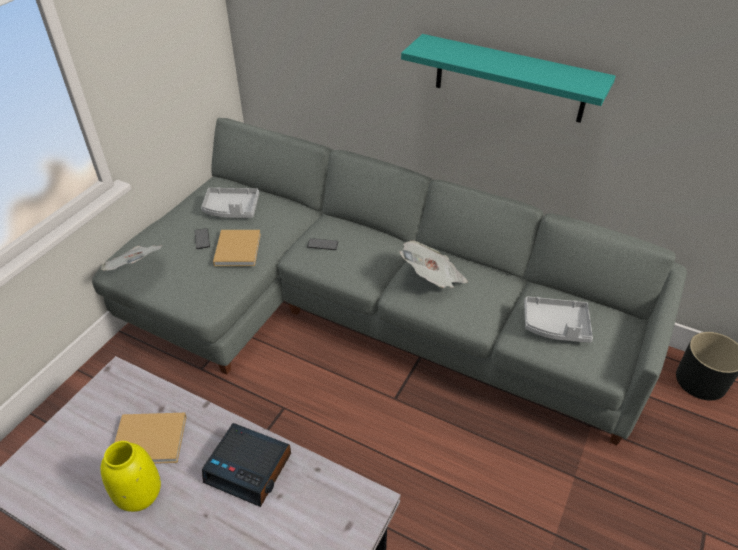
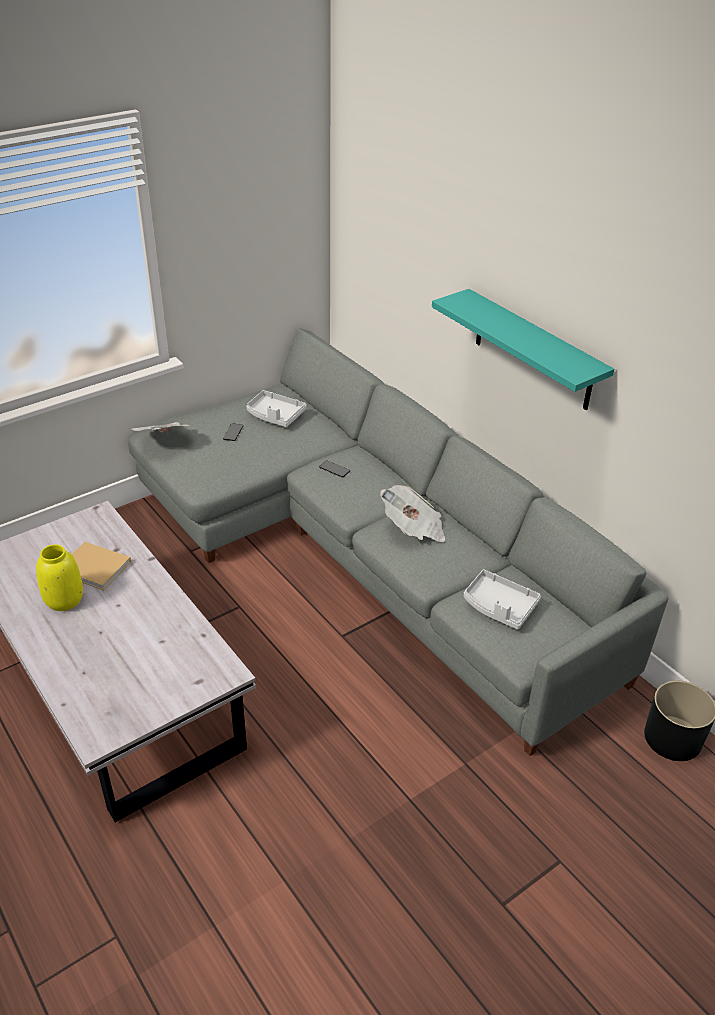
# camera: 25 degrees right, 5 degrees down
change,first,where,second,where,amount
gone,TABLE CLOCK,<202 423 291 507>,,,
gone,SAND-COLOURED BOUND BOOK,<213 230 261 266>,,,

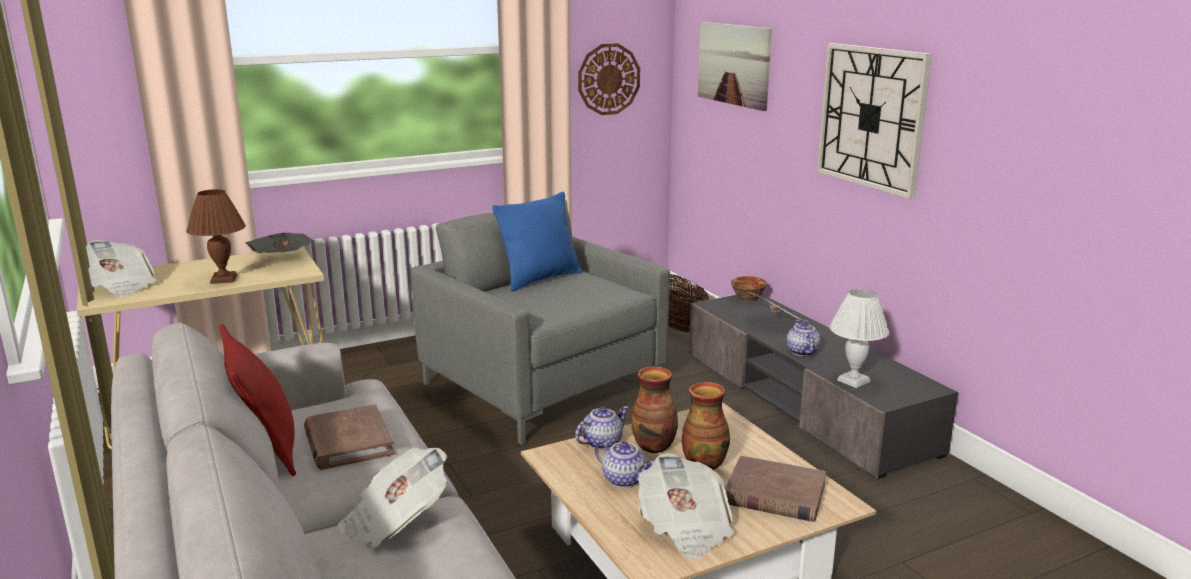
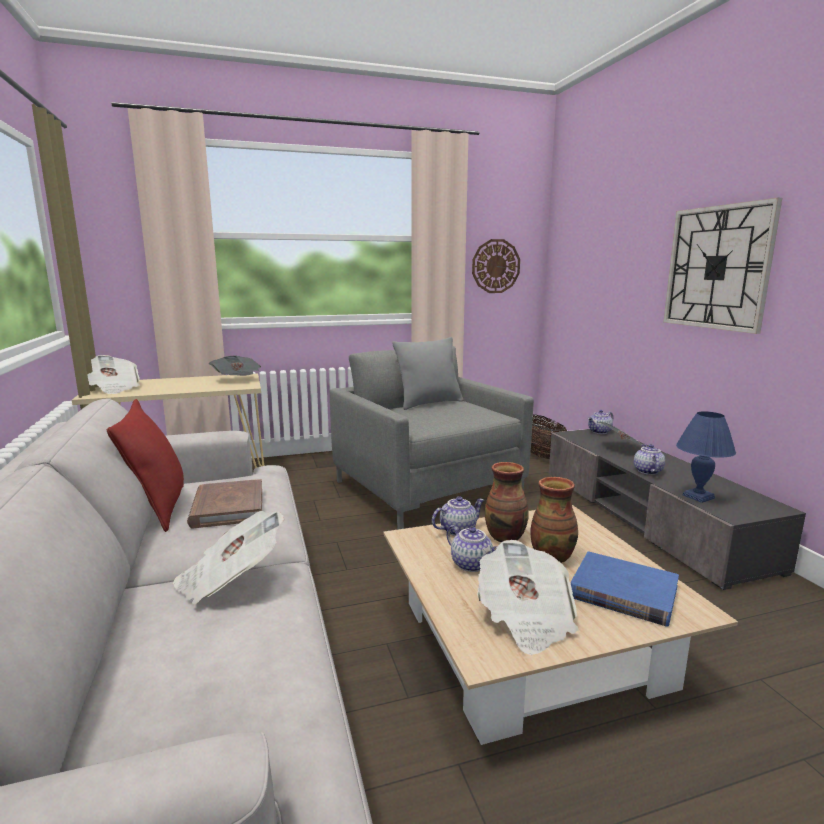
# camera: 10 degrees right, 5 degrees down
change,first,where,second,where,amount
repainted,BLUE CUSHION,<492 192 582 292>,GREYISH CUSHION,<393 337 463 410>,
repainted,BROWN-COLOURED BOUND BOOK,<725 456 826 522>,BLUE BOUND BOOK,<571 551 679 627>,
swapped,SERVING BOWL,<731 276 767 302>,TEA POT,<588 410 614 434>,
repainted,WHITE-COLOURED LAMP FOR A TABLE,<829 289 890 388>,BLUE LAMP FOR A TABLE,<676 411 736 503>,
gone,BROWN-COLOURED LAMP FOR A TABLE,<186 189 246 284>,,,
gone,WALL PICTURE,<698 22 772 111>,,,

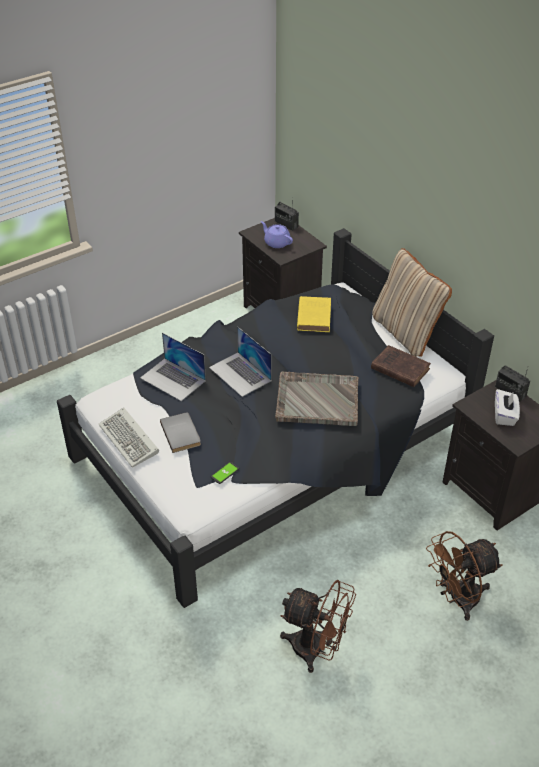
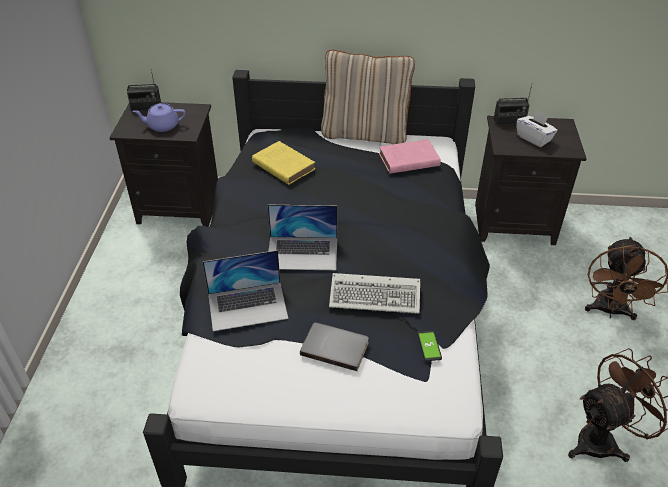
# camera: 50 degrees left, 0 degrees up
change,first,where,second,where,amount
shifted,PC KEYBOARD,<98 408 159 468>,,<329 273 420 314>,
repainted,BROWN-COLOURED BOUND BOOK,<371 345 431 387>,PINK-COLOURED BOUND BOOK,<379 139 441 174>,
gone,GREYISH SERVING TRAY,<275 371 359 426>,,,

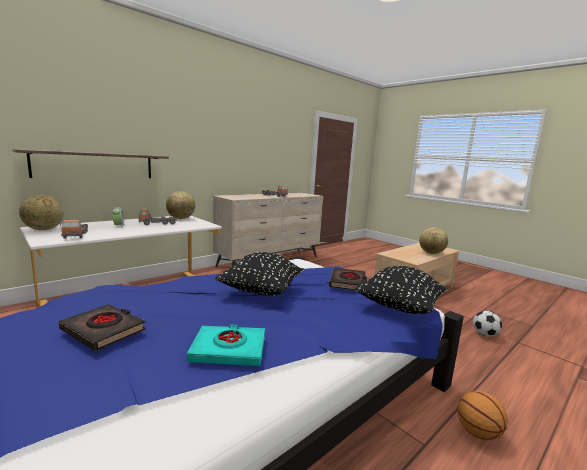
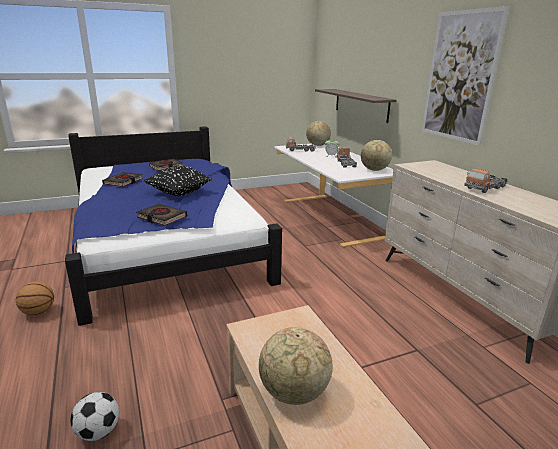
# camera: 110 degrees right, 10 degrees up
change,first,where,second,where,amount
repainted,TURQUOISE BOUND BOOK,<187 324 265 366>,BLACK-COLOURED BOUND BOOK,<102 172 143 187>,
new,,,WALL PICTURE,<422 6 510 146>,
gone,BLACK-COLOURED CUSHION,<355 266 448 314>,,,

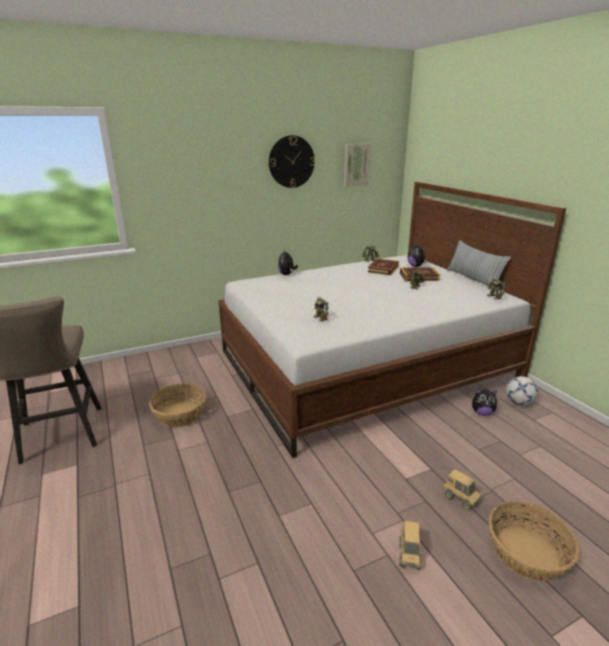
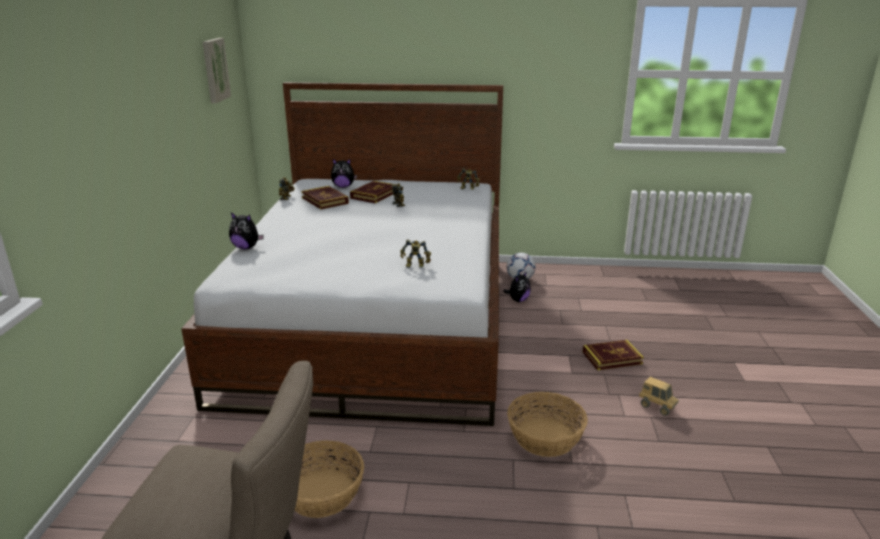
# camera: 60 degrees left, 0 degrees up
change,first,where,second,where,amount
shifted,STORAGE BASKET,<489 501 580 581>,,<507 392 588 457>,
swapped,MODEL TRUCK,<443 469 481 510>,BOUND BOOK,<583 340 644 370>,
gone,HANGING CLOCK,<269 135 315 188>,,,
gone,CUSHION,<447 240 511 291>,,,

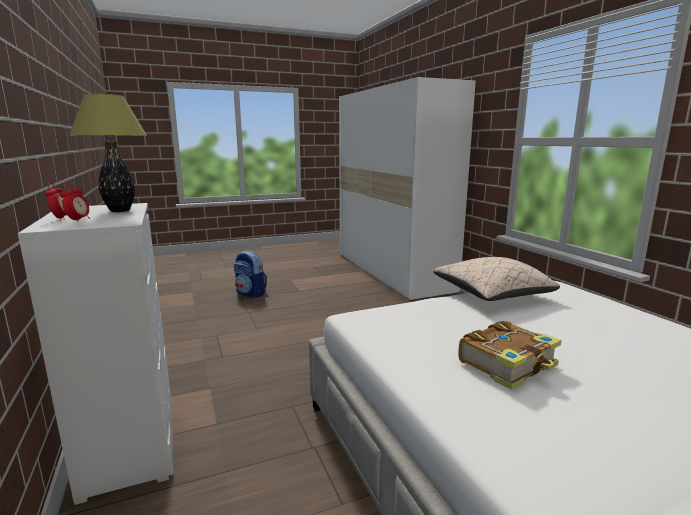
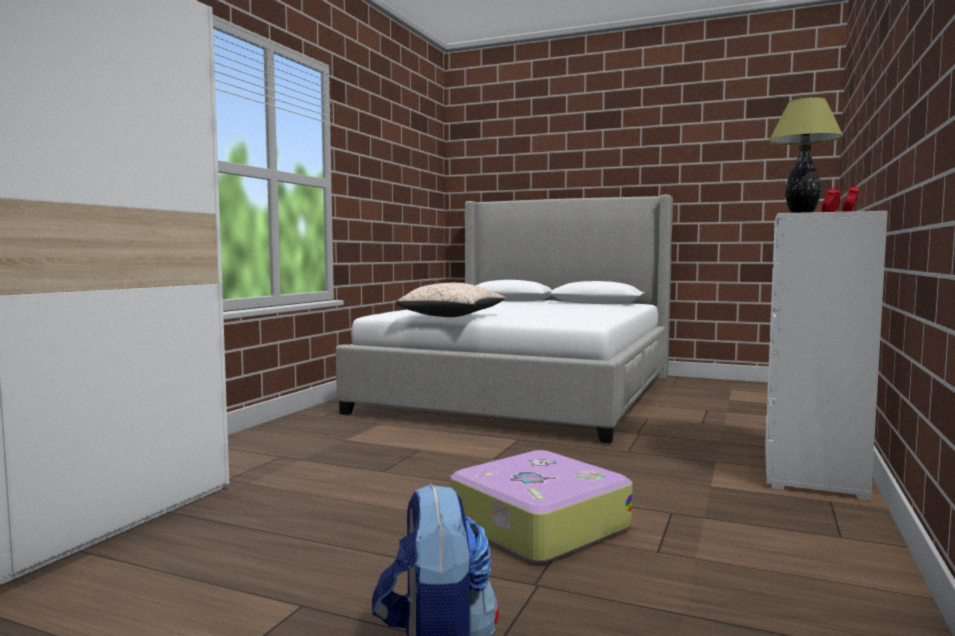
# camera: 135 degrees left, 10 degrees down
change,first,where,second,where,amount
new,,,PIECE OF LUGGAGE,<450 450 633 563>,
gone,BOUND BOOK,<458 321 562 390>,,,

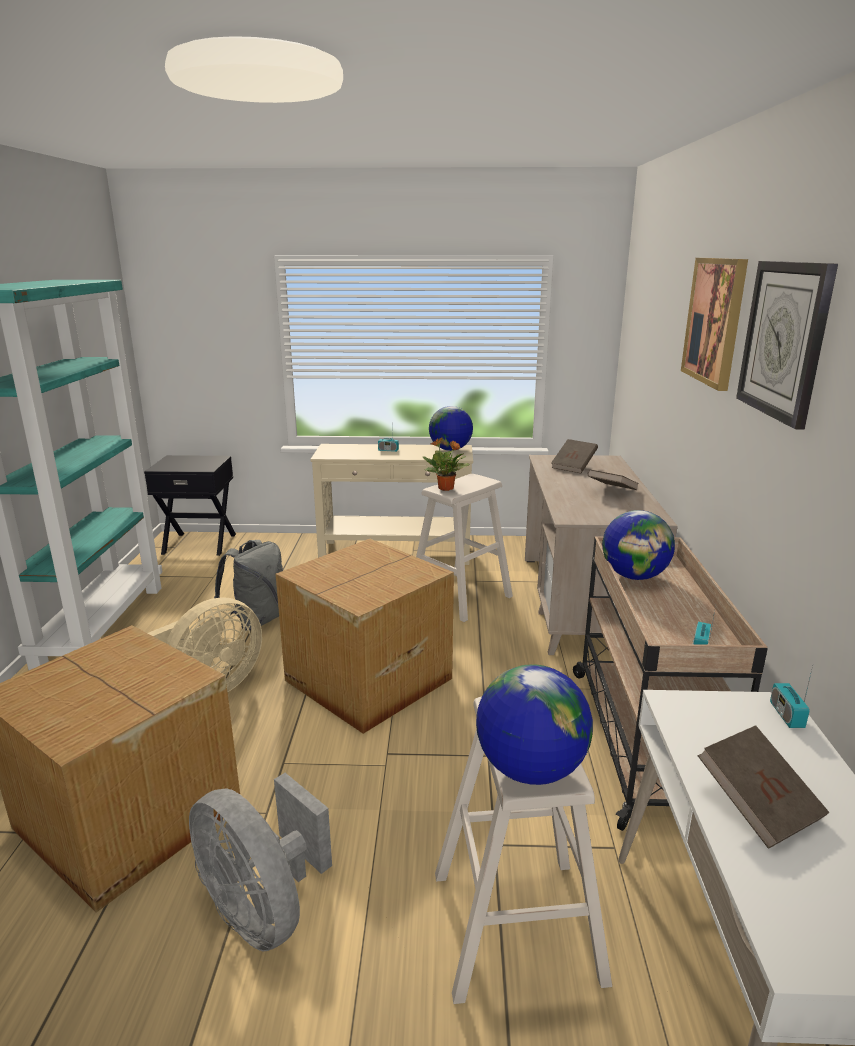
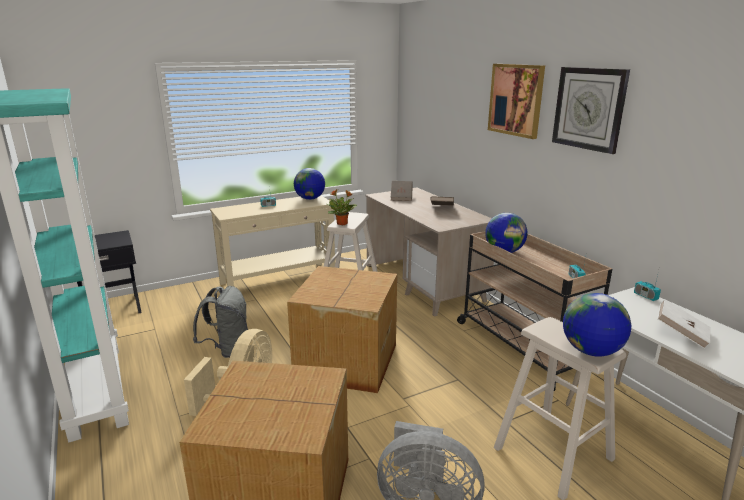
# camera: 30 degrees left, 0 degrees up
change,first,where,second,where,amount
repainted,BROWN-COLOURED BOUND BOOK,<698 725 829 849>,WHITE-COLOURED BOUND BOOK,<657 299 710 349>,

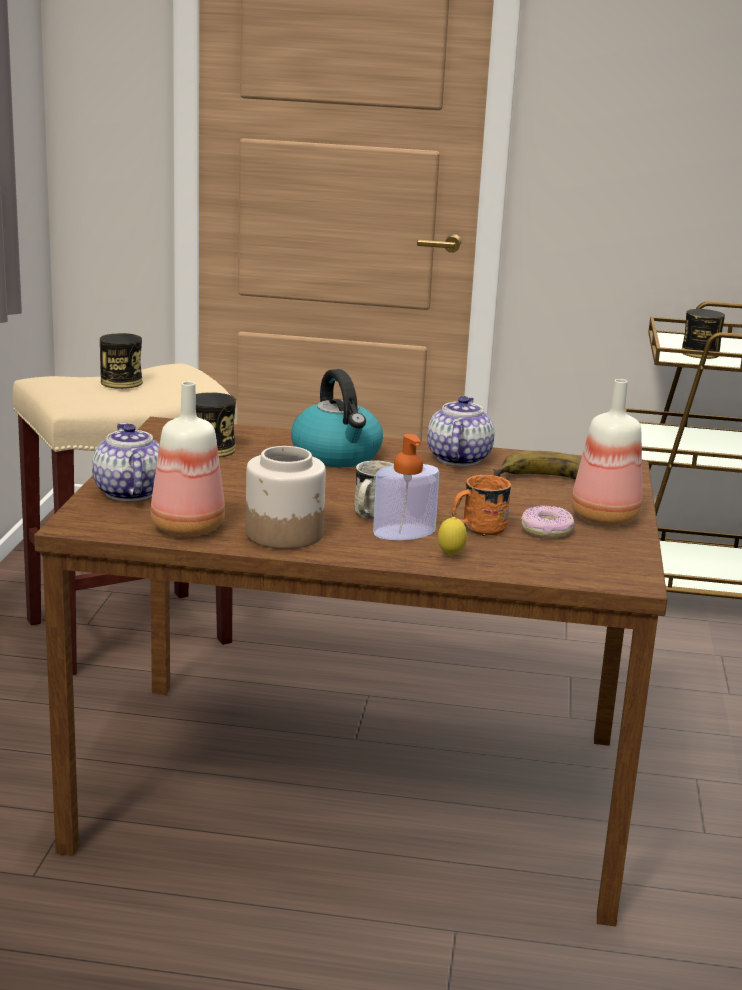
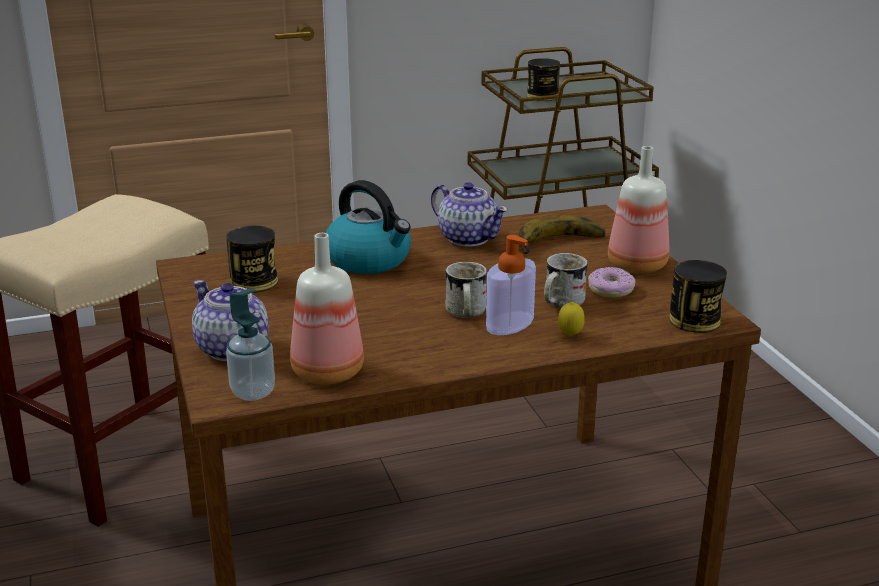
# camera: 25 degrees left, 5 degrees up
change,first,where,second,where,amount
new,,,LIQUID SOAP BOTTLE,<226 289 275 401>,
rotated,TEA POT,<427 396 494 466>,,<431 182 508 247>,150 degrees clockwise
repainted,ORANGEY MUG,<452 475 511 536>,WHITE-COLOURED MUG,<544 253 588 308>,
shifted,METAL CAN,<100 333 143 389>,,<669 260 727 333>,
gone,STORAGE JAR,<246 446 326 549>,,,

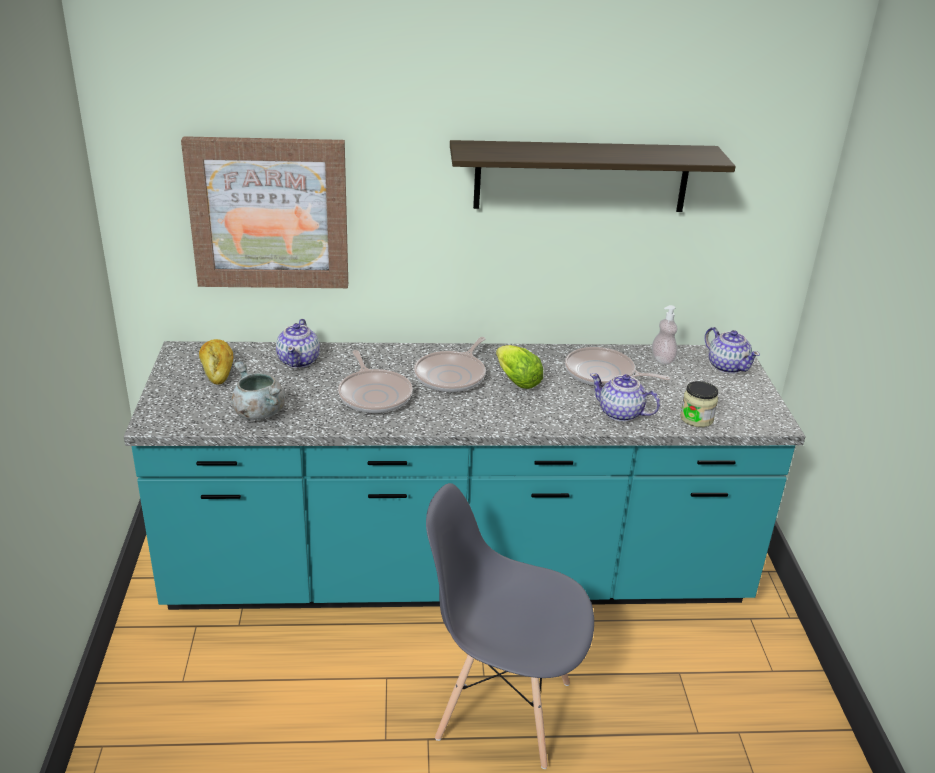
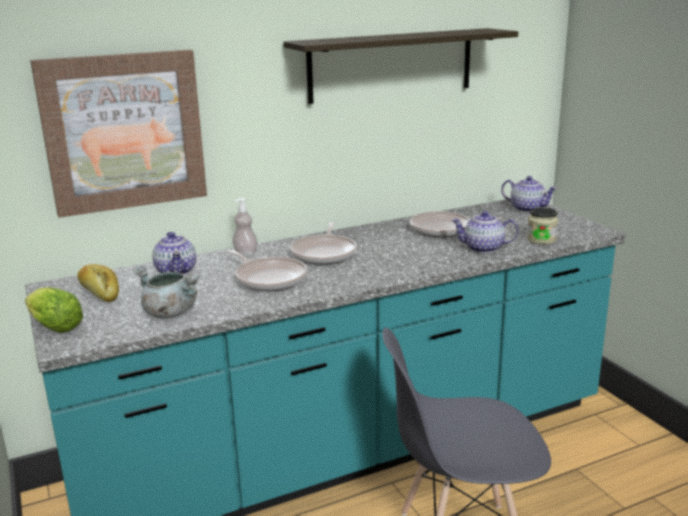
# camera: 20 degrees left, 10 degrees down
change,first,where,second,where,amount
shifted,LETTUCE HEAD,<496 345 543 389>,,<25 287 83 333>,
shifted,LIQUID SOAP BOTTLE,<652 305 677 364>,,<233 198 258 256>,

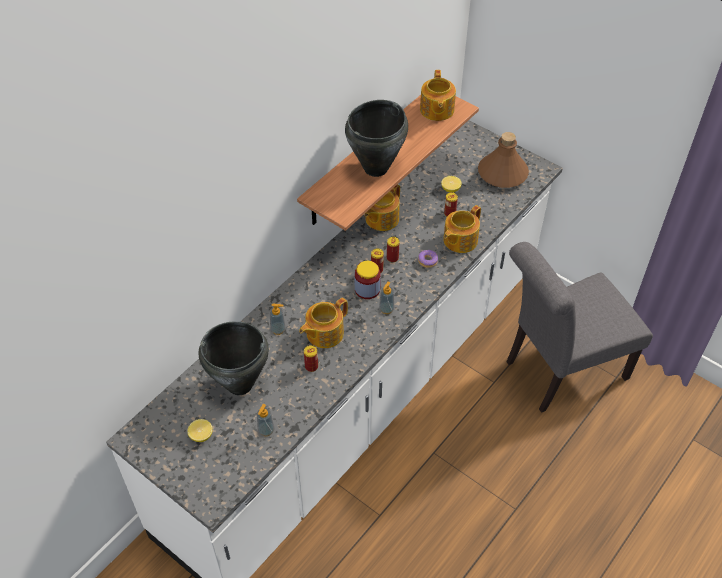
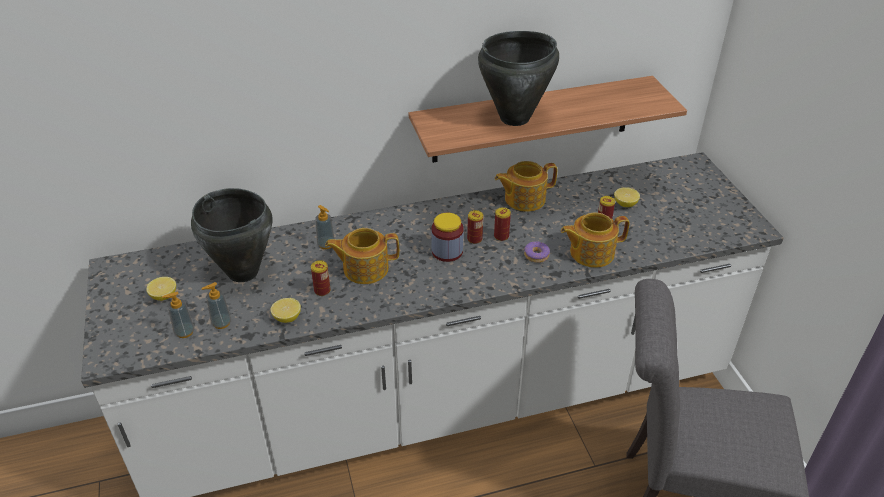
# camera: 35 degrees right, 10 degrees down
change,first,where,second,where,amount
shifted,LIQUID SOAP BOTTLE,<379 282 394 314>,,<162 292 195 338>,
new,,,CITRUS FRUIT,<271 298 301 323>,
gone,TEA POT,<420 70 456 121>,,,
gone,BROWN-COLOURED BOTTLE,<478 132 529 188>,,,

